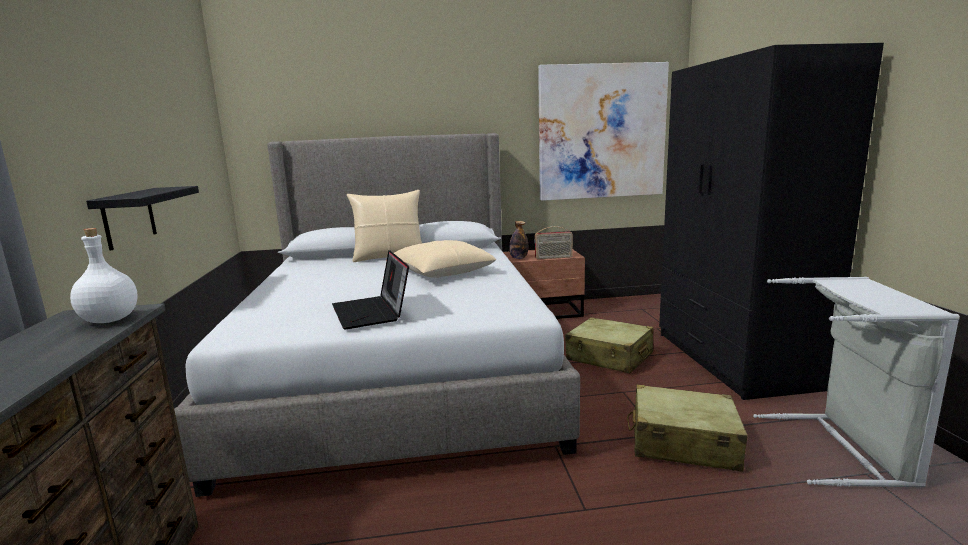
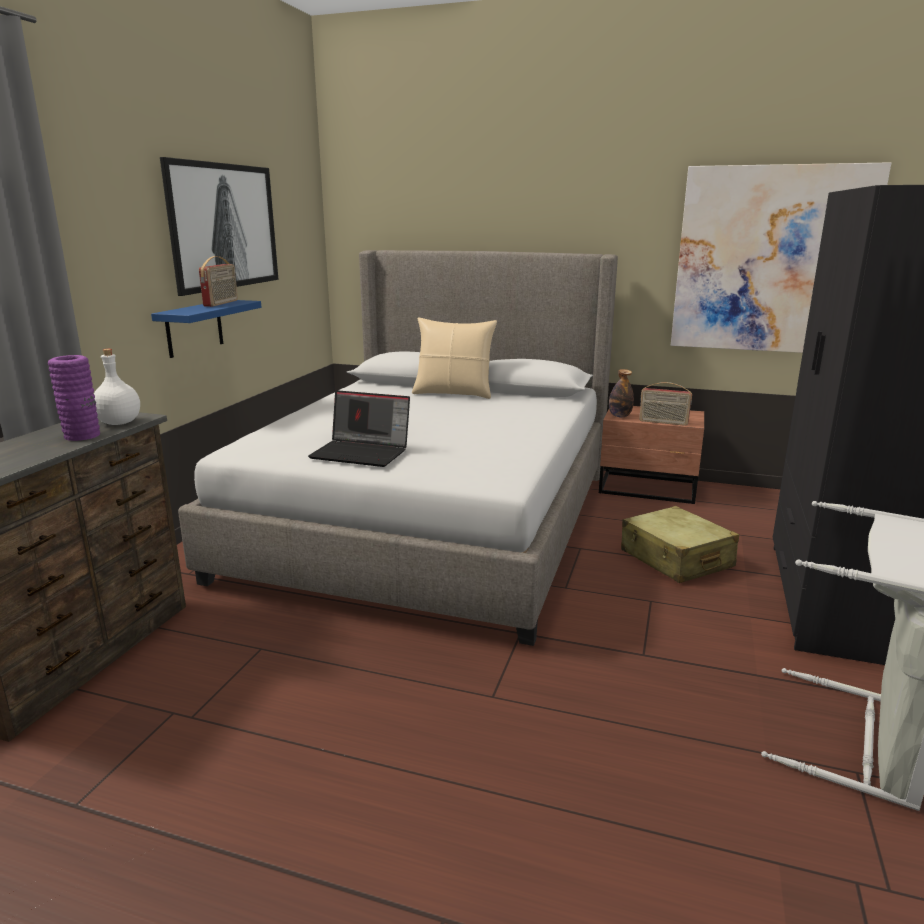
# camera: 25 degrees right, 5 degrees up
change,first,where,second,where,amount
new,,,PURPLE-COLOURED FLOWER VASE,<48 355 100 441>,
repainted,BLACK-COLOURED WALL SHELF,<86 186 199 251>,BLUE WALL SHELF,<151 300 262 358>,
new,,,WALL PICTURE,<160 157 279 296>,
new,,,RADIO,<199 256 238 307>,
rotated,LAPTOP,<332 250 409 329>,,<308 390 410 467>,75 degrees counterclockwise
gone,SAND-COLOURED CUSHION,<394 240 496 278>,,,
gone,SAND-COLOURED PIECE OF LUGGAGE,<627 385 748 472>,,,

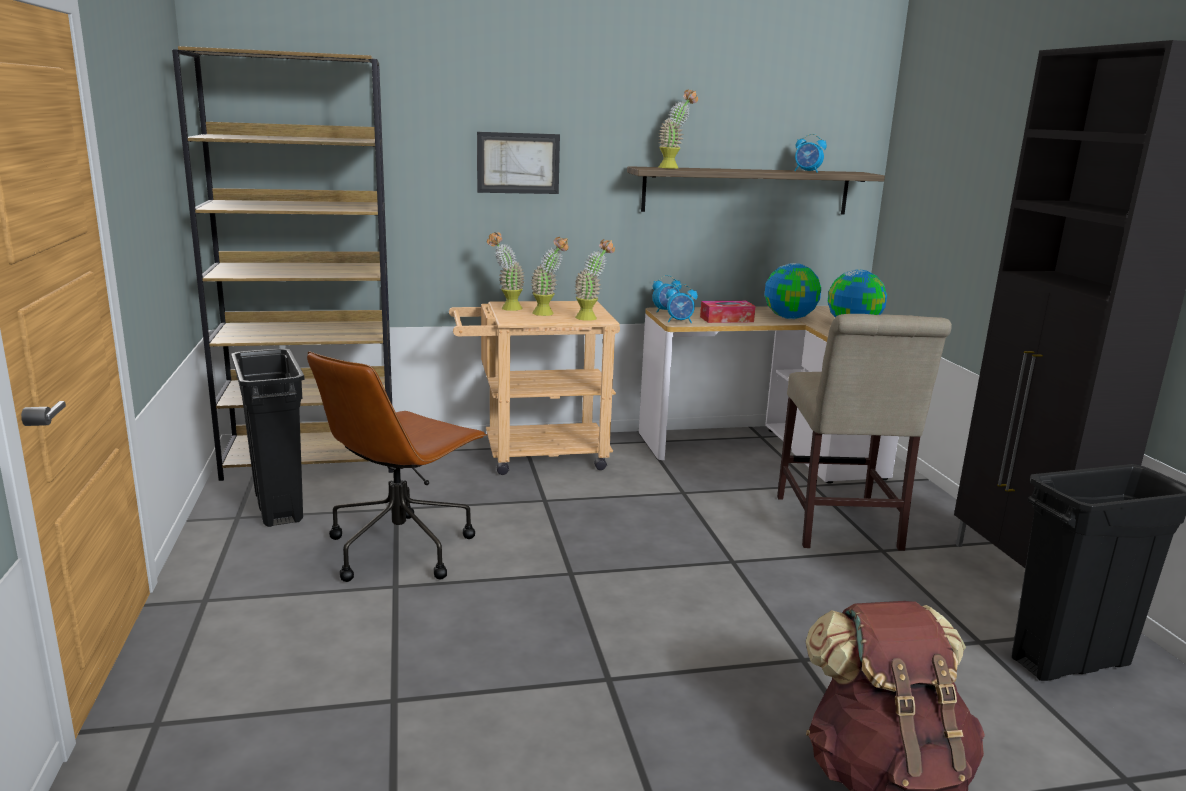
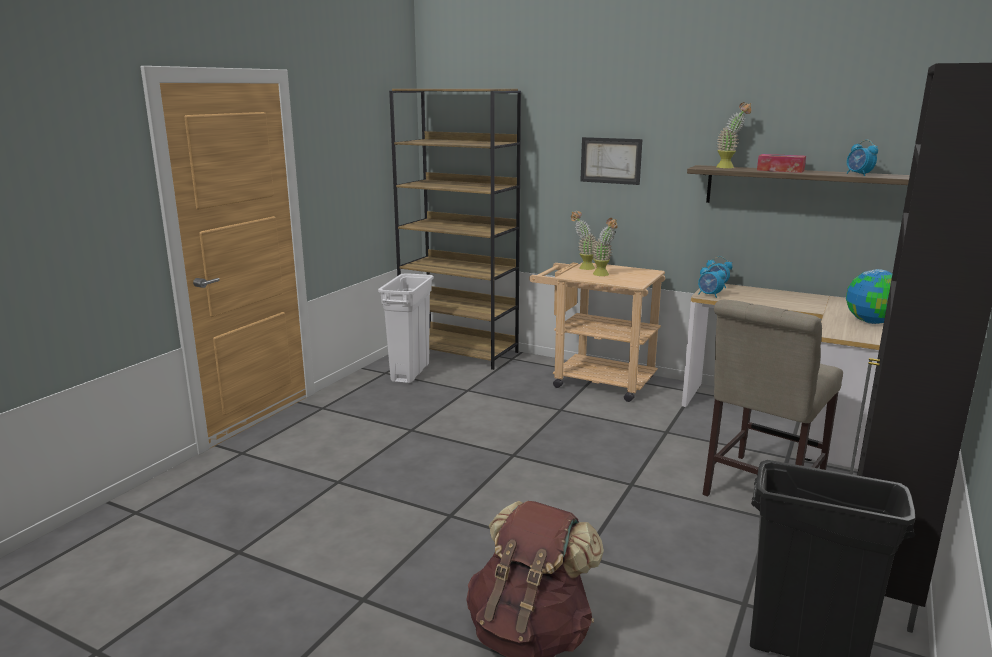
# camera: 40 degrees right, 0 degrees up
change,first,where,second,where,amount
repainted,BLACK-COLOURED RUBBISH BIN,<231 348 304 527>,WHITE-COLOURED RUBBISH BIN,<378 273 434 383>,
shifted,BOX OF TISSUES,<700 301 755 323>,,<757 154 806 173>,
gone,BROWN-COLOURED DESK CHAIR,<307 351 487 582>,,,
gone,PLANT IN A POT,<575 239 615 321>,,,
gone,GLOBE,<764 263 821 319>,,,

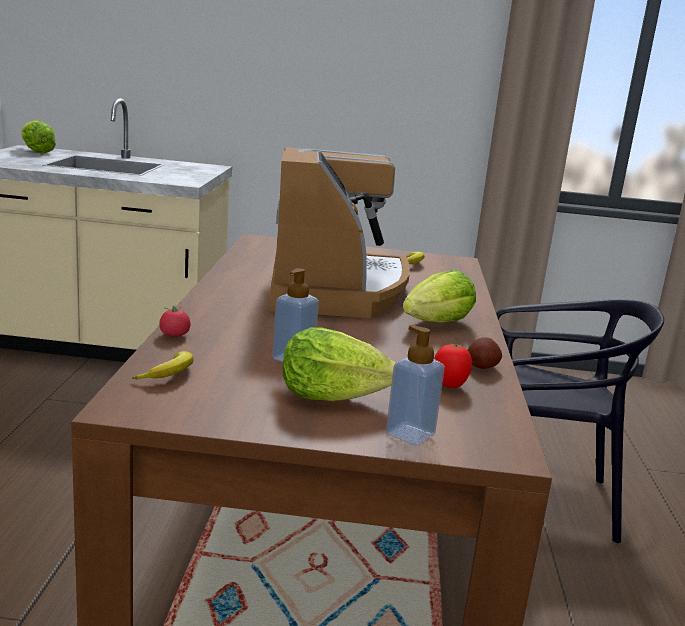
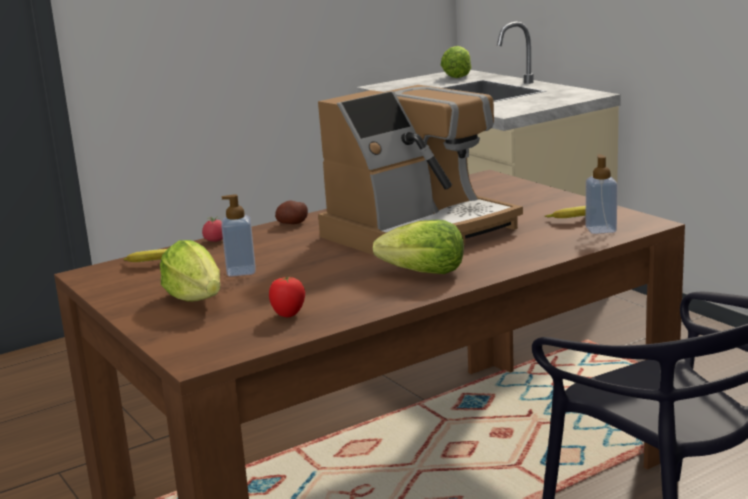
# camera: 55 degrees right, 0 degrees up
change,first,where,second,where,amount
shifted,WHOLE POTATO,<468 337 502 369>,,<275 201 308 224>,
shifted,LIQUID SOAP BOTTLE,<386 325 445 445>,,<586 154 618 234>,

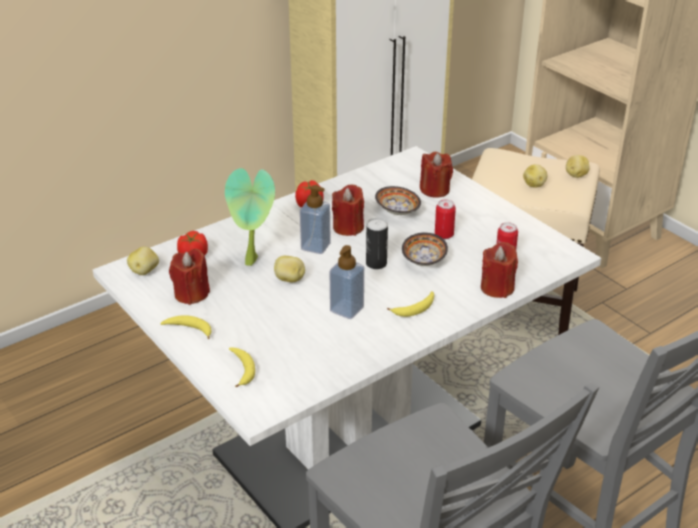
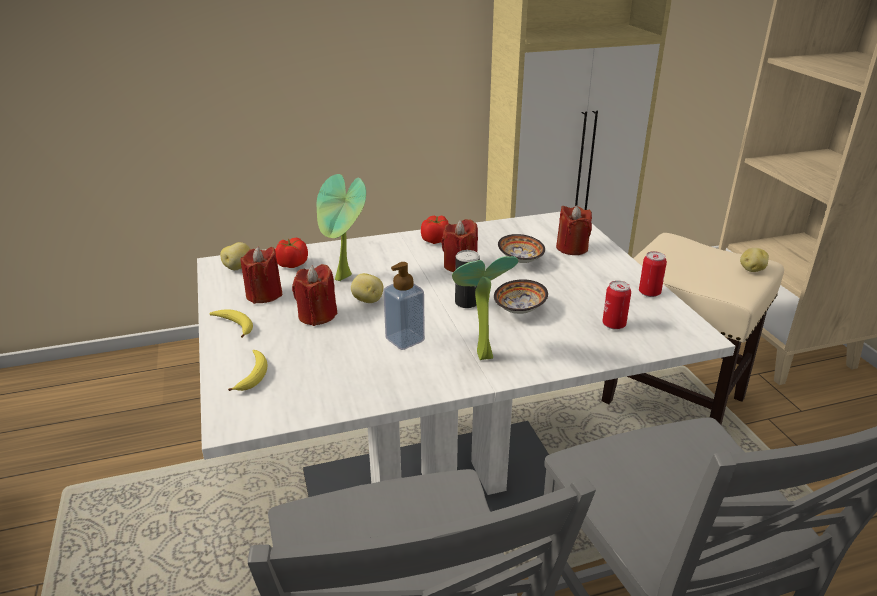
# camera: 20 degrees right, 5 degrees down
change,first,where,second,where,amount
shifted,REDDISH CANDLE,<481 242 518 298>,,<292 264 338 326>,
swapped,BANANA,<387 291 434 317>,PLANT IN A POT,<452 256 518 360>,
shifted,METAL CAN,<435 199 456 239>,,<639 251 667 297>,
gone,LIQUID SOAP BOTTLE,<300 185 331 254>,,,
gone,WHOLE POTATO,<523 164 547 188>,,,

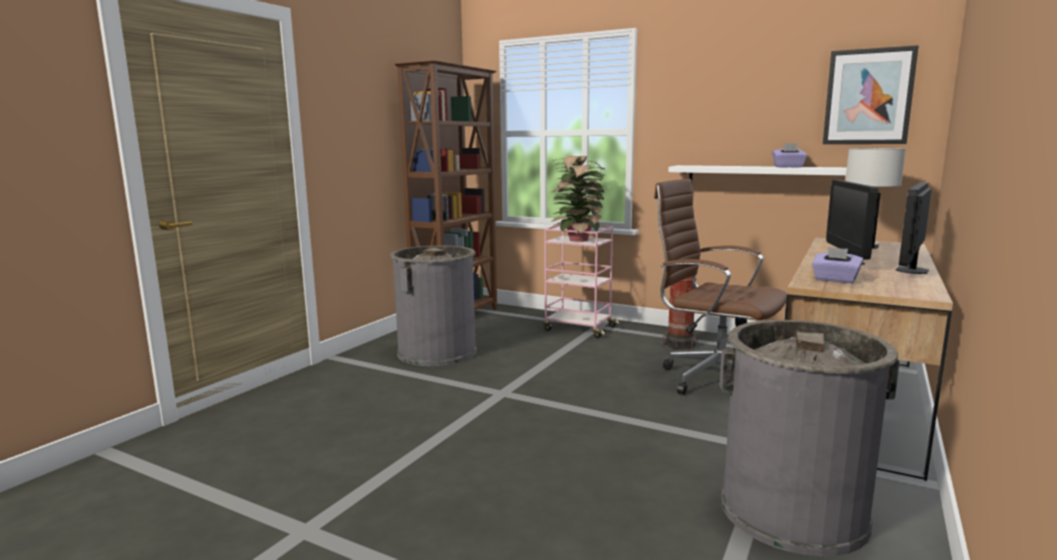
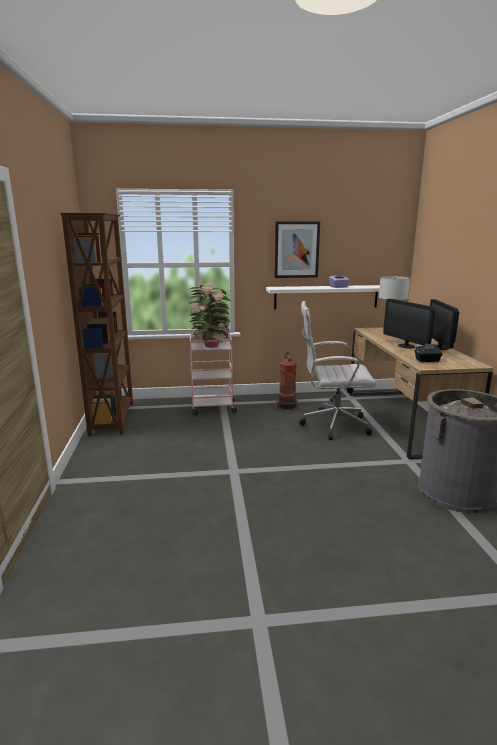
# camera: 35 degrees left, 5 degrees up
change,first,where,second,where,amount
shifted,WALL PICTURE,<823 45 919 144>,,<274 221 320 278>,
repainted,BROWN-COLOURED DESK CHAIR,<654 179 787 395>,WHITE-COLOURED DESK CHAIR,<299 301 377 440>,
repainted,PURPLE-COLOURED BOX OF TISSUES,<812 247 863 283>,BLACK-COLOURED BOX OF TISSUES,<415 344 443 362>,
gone,GREYISH RUBBISH BIN,<390 245 477 366>,,,

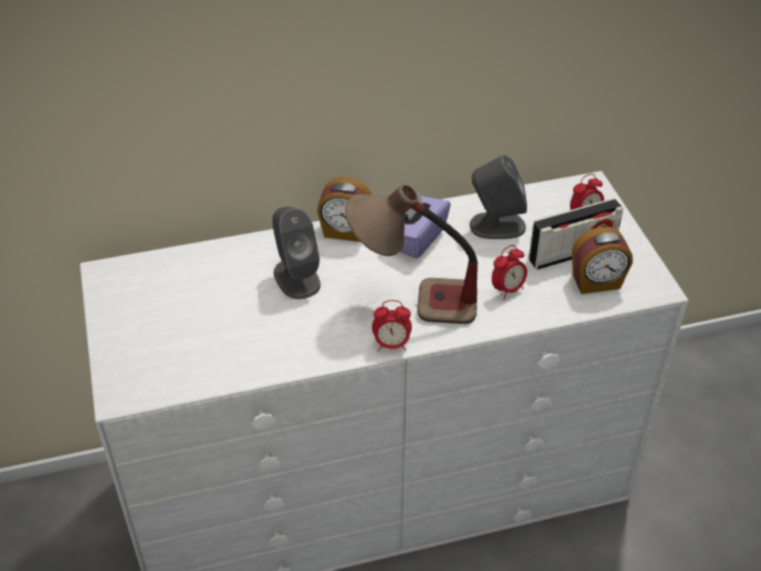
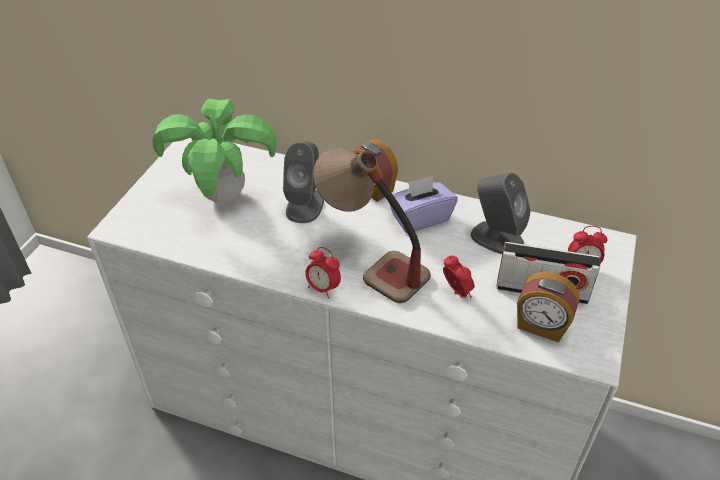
# camera: 35 degrees right, 0 degrees up
change,first,where,second,where,amount
new,,,PLANT IN A POT,<152 99 277 203>,
rotated,TABLE CLOCK,<492 245 527 300>,,<443 256 475 298>,120 degrees counterclockwise

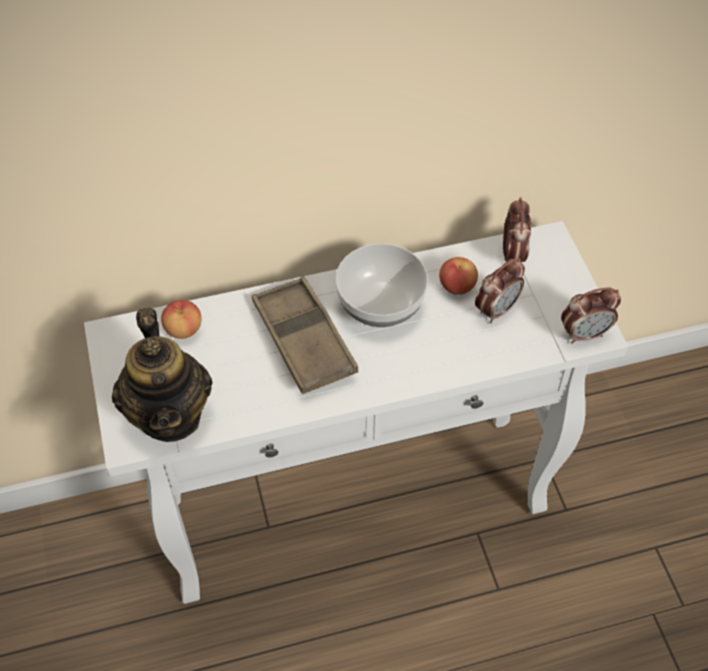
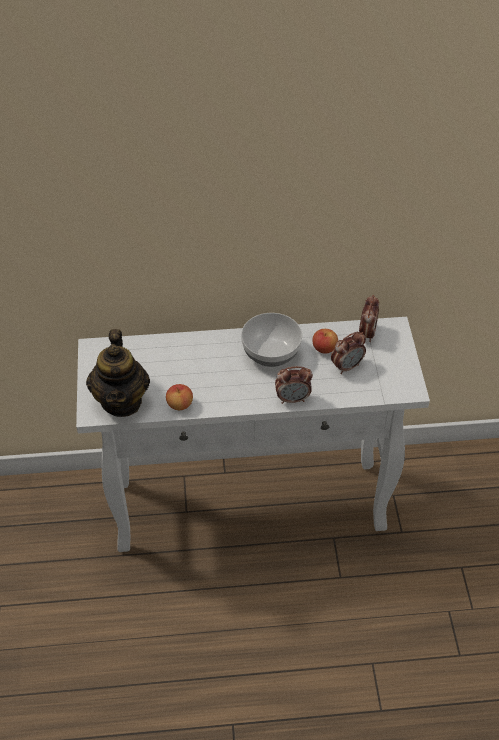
# camera: 10 degrees right, 5 degrees down
change,first,where,second,where,amount
shifted,APPLE,<161 300 201 339>,,<166 384 193 410>,
shifted,TABLE CLOCK,<561 287 621 344>,,<275 366 313 404>,
gone,BROWN-COLOURED SERVING TRAY,<252 276 358 394>,,,

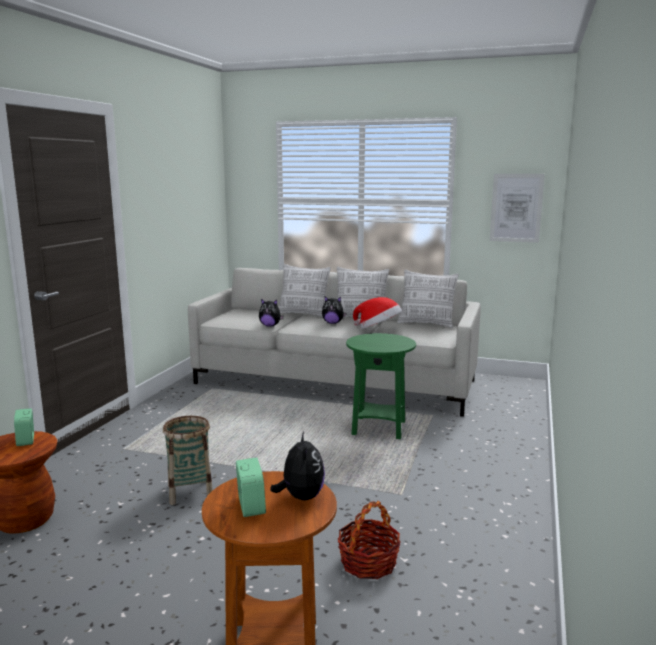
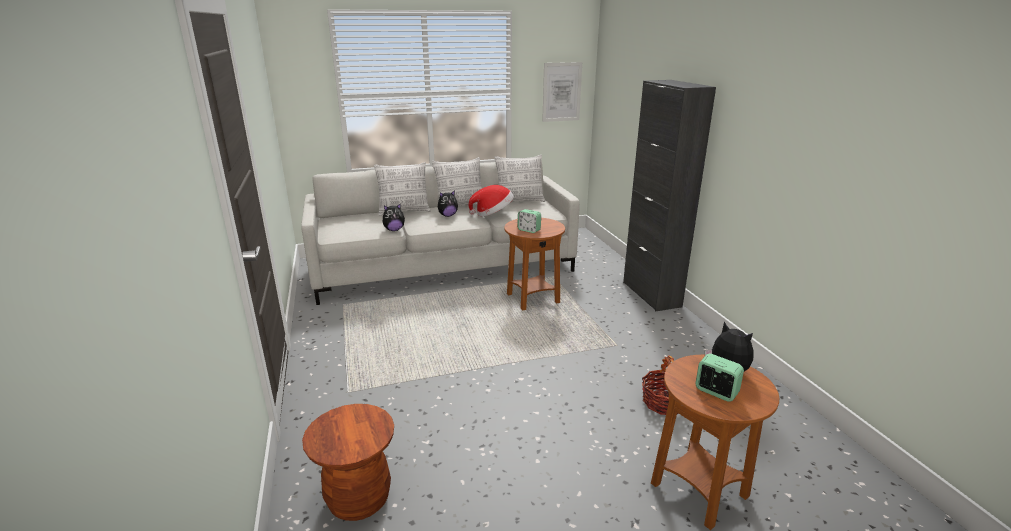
# camera: 35 degrees left, 10 degrees up
change,first,where,second,where,amount
repainted,GREEN-COLOURED END TABLE,<346 333 416 439>,BROWN-COLOURED END TABLE,<504 218 565 311>,
shifted,TABLE CLOCK,<14 408 34 446>,,<517 209 541 233>,
new,,,BLACK-COLOURED CABINET,<623 80 716 311>,
gone,STORAGE BASKET,<163 416 213 505>,,,

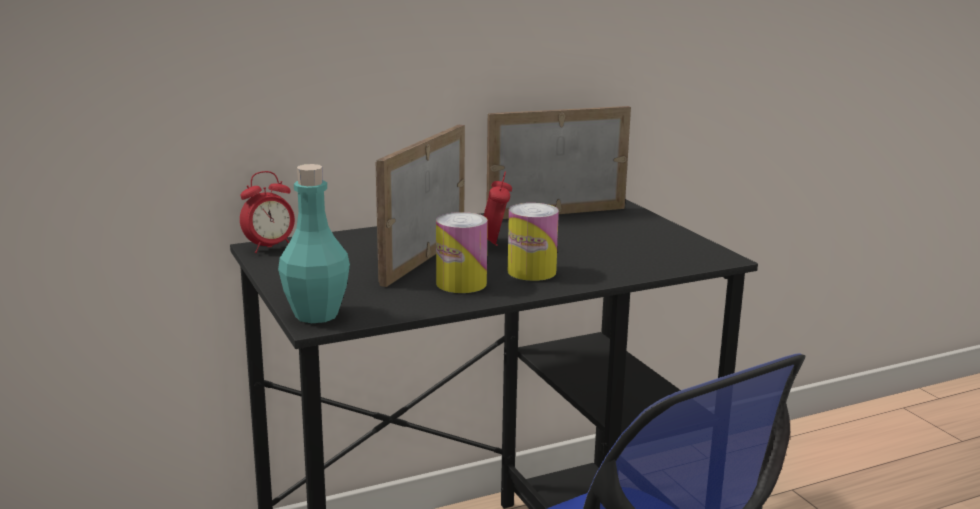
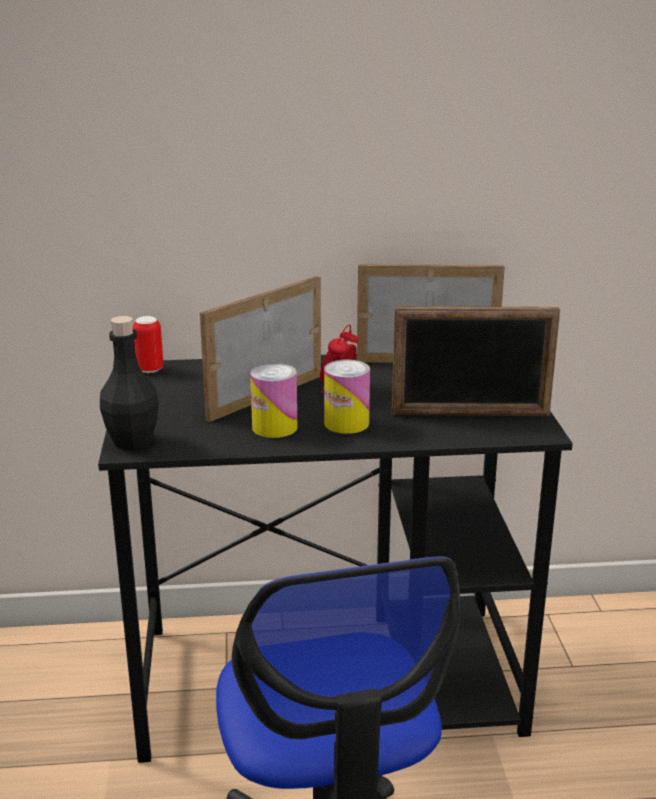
# camera: 20 degrees right, 5 degrees up
change,first,where,second,where,amount
repainted,TURQUOISE BOTTLE,<278 164 350 323>,BLACK-COLOURED BOTTLE,<100 316 159 450>,
swapped,TABLE CLOCK,<240 171 295 253>,METAL CAN,<133 316 163 373>,
new,,,PICTURE FRAME,<392 306 560 416>,

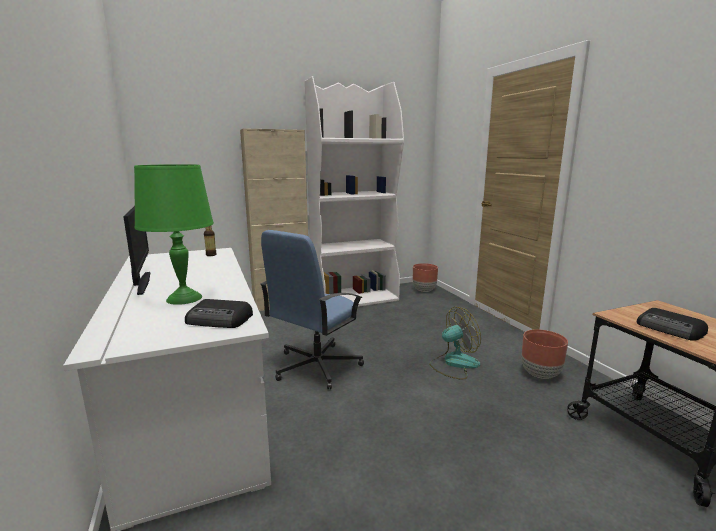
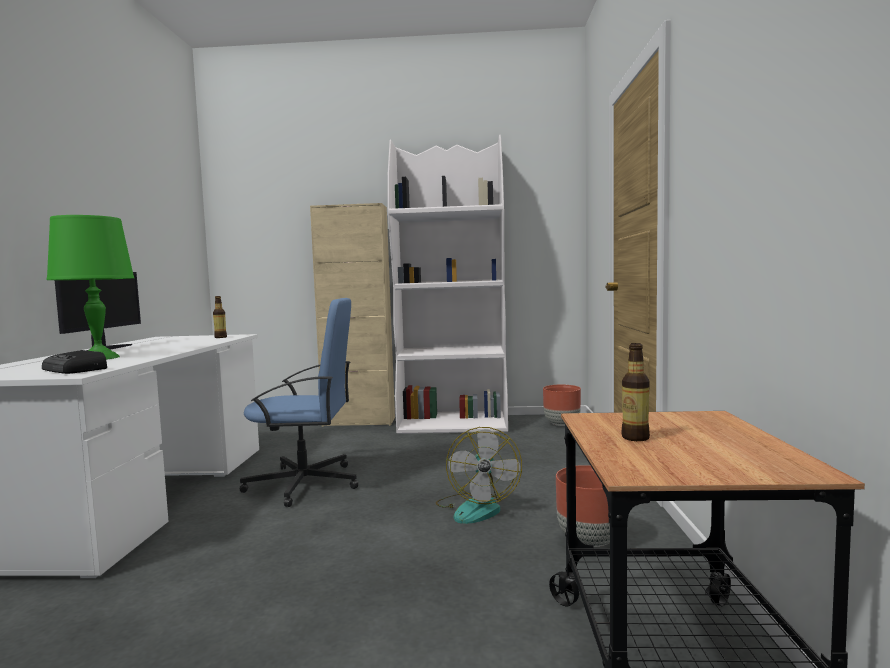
# camera: 25 degrees right, 10 degrees down
change,first,where,second,where,amount
rotated,BLUE DESK CHAIR,<260 230 364 390>,,<239 298 358 507>,150 degrees counterclockwise
rotated,COOLING FAN,<429 307 481 380>,,<436 427 522 524>,90 degrees clockwise
swapped,RADIO,<637 308 708 341>,BOTTLE,<621 343 650 441>,

